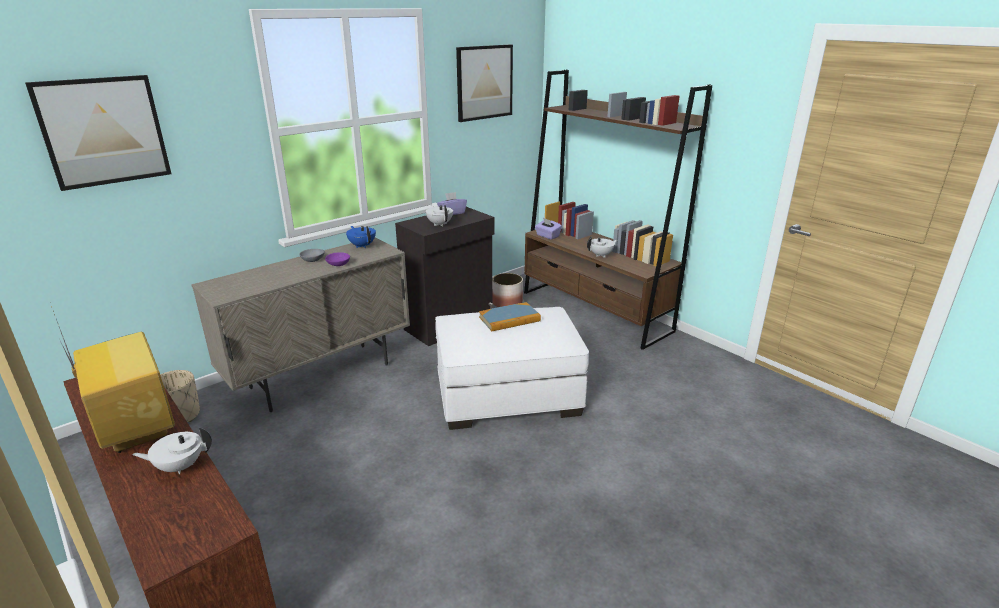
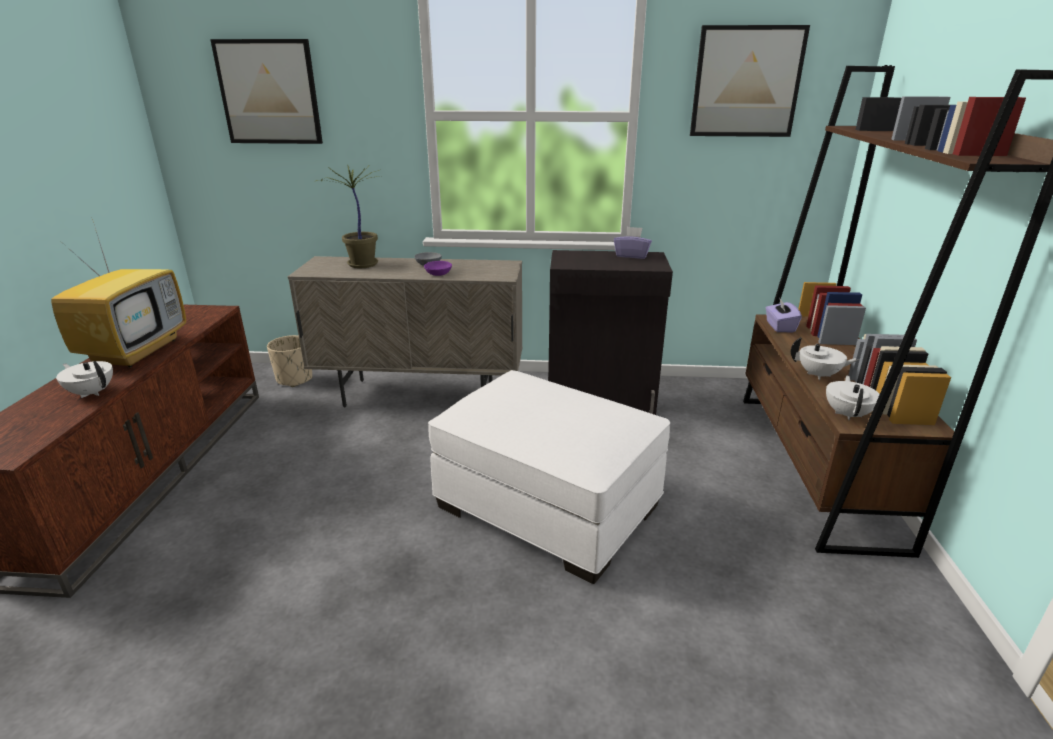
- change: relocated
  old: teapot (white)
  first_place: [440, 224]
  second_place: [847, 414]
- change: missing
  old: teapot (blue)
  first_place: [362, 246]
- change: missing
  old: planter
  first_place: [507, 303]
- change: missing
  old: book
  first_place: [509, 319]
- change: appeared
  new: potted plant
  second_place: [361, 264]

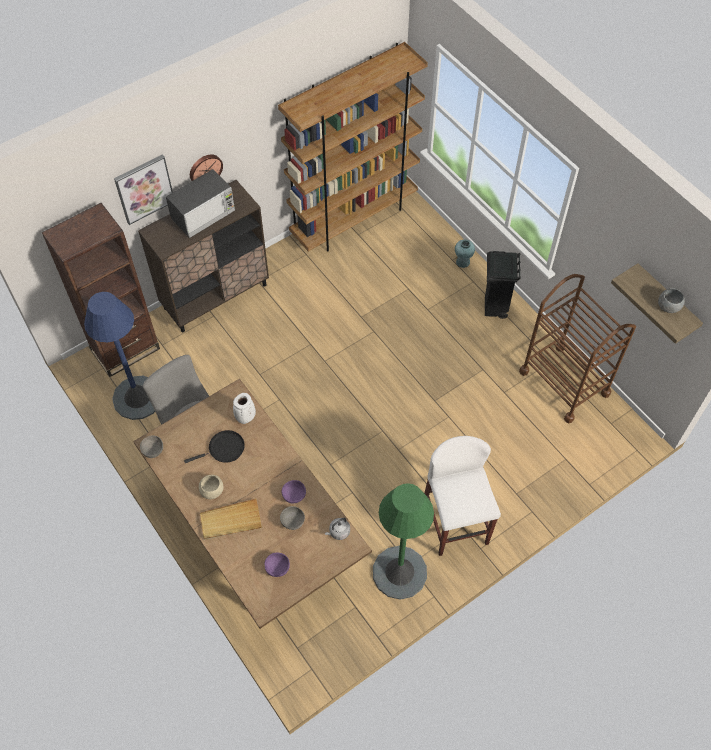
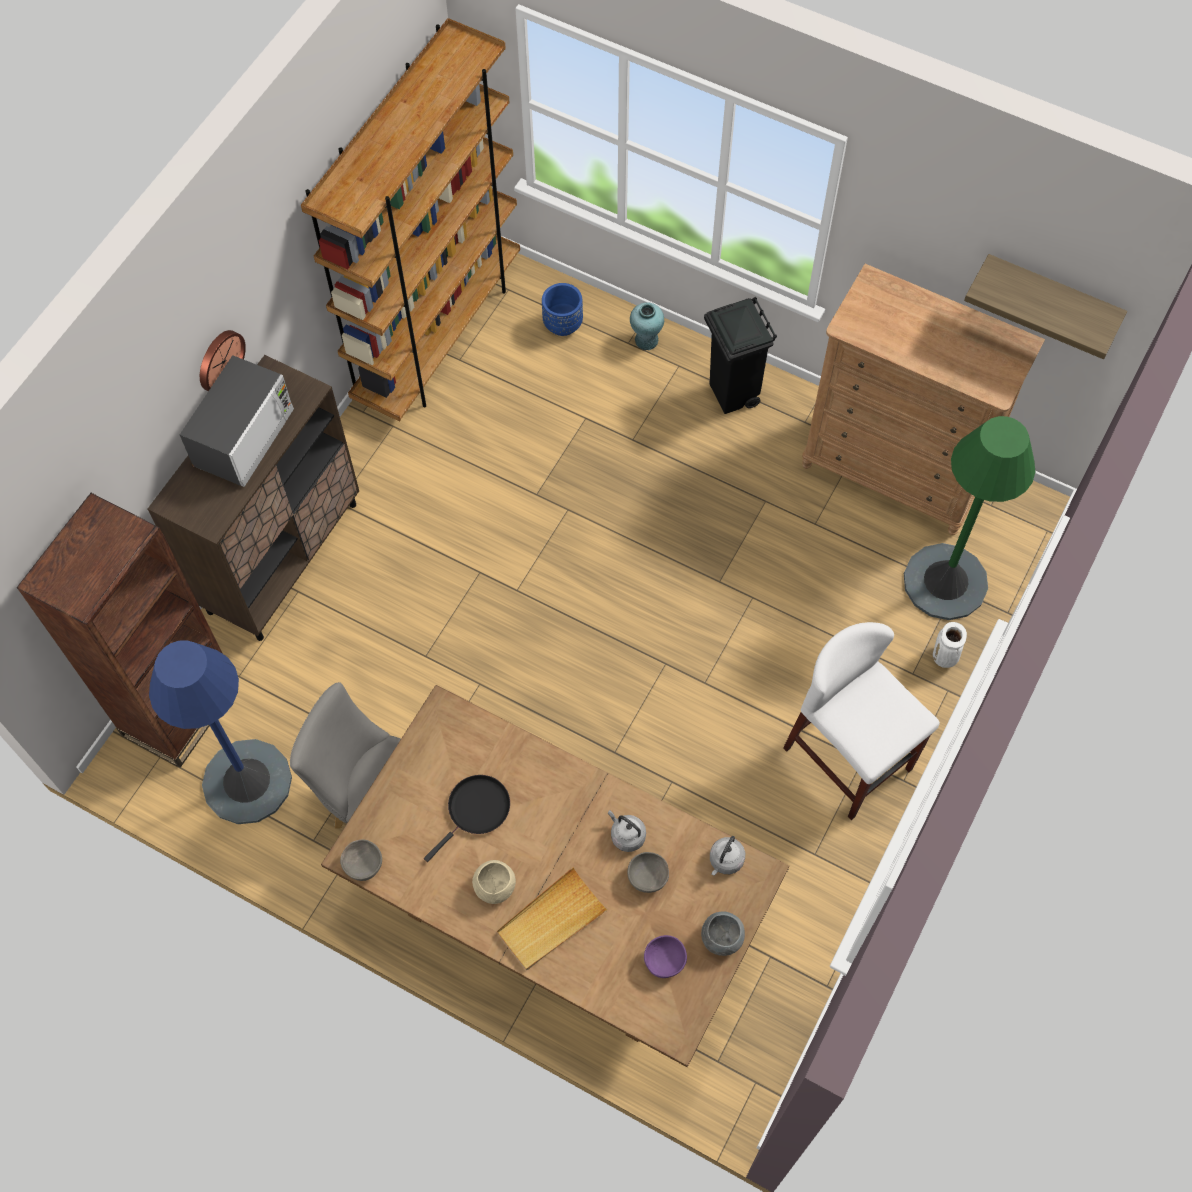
- change: missing
  old: picture
  first_place: [144, 189]
- change: exchanged
  old: cart (brown)
  new: dresser (brown)
  first_place: [564, 383]
  second_place: [894, 471]
- change: relocated
  old: bowl (grey)
  first_place: [668, 306]
  second_place: [721, 938]
- change: relocated
  old: vase (white)
  first_place: [245, 418]
  second_place: [944, 658]
- change: exchanged
  old: bowl (purple)
  new: kettle (grey)
  first_place: [294, 495]
  second_place: [626, 835]
- change: relocated
  old: floor lamp (green)
  first_place: [399, 572]
  second_place: [945, 582]
- change: appeared
  new: planter (blue)
  second_place: [563, 324]

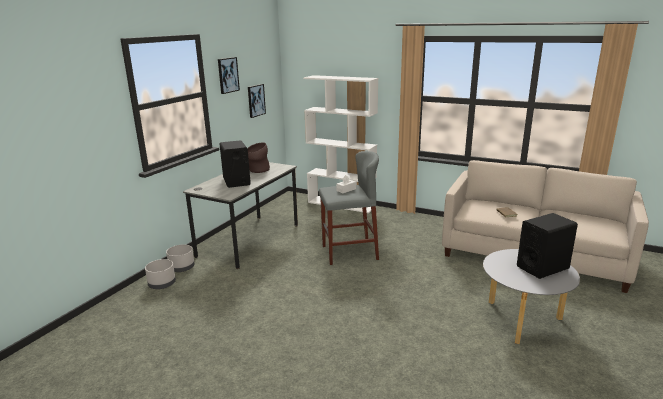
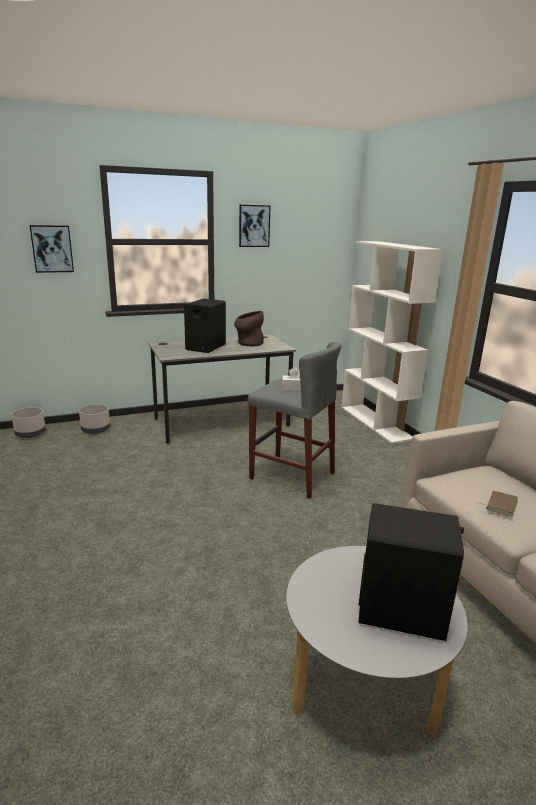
- change: relocated
  old: picture
  first_place: [256, 100]
  second_place: [52, 249]
- change: relocated
  old: planter (grey)
  first_place: [182, 268]
  second_place: [30, 433]

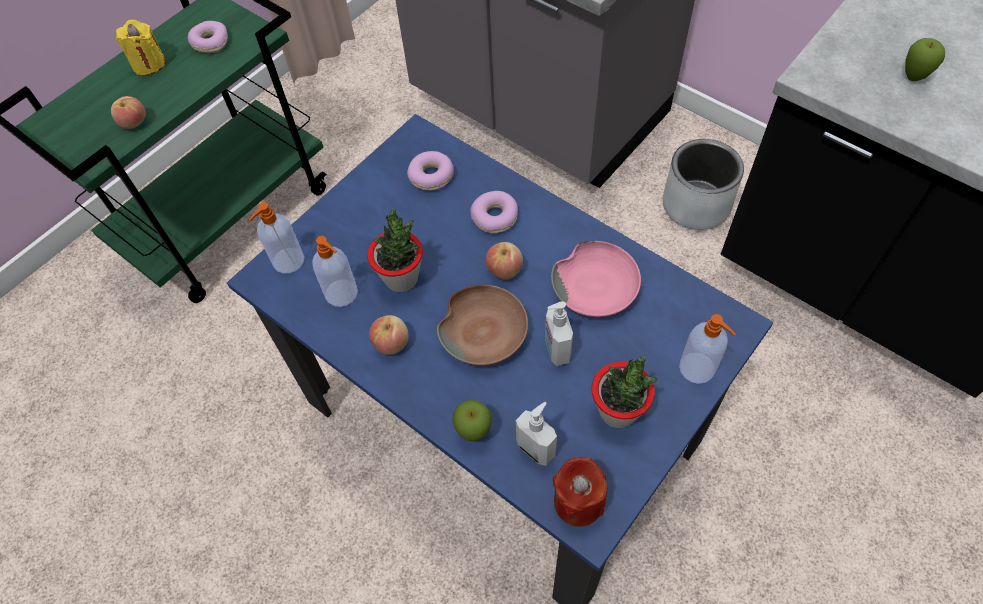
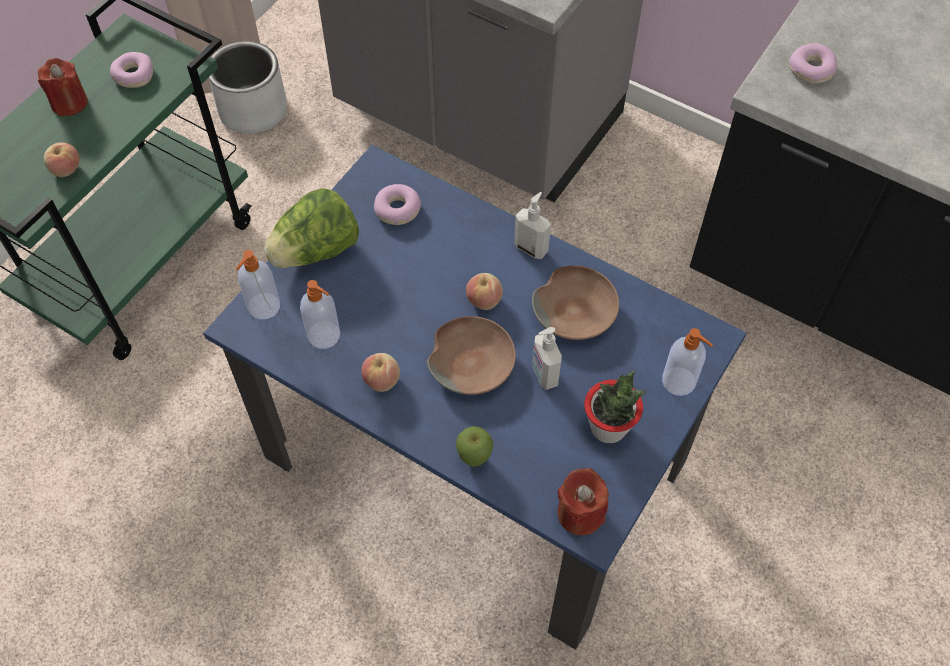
- change: colour
  old: candle (yellow)
  new: candle (red)
  first_place: [149, 64]
  second_place: [69, 103]
- change: missing
  old: apple
  first_place: [913, 78]
- change: relocated
  old: planter (grey)
  first_place: [696, 204]
  second_place: [253, 110]
- change: relocated
  old: donut
  first_place: [495, 217]
  second_place: [811, 70]
- change: missing
  old: potted plant
  first_place: [401, 278]
- change: colour
  old: bowl (pink)
  new: bowl (brown)
  first_place: [596, 287]
  second_place: [576, 311]
- change: relocated
  old: soap dispenser
  first_place: [536, 448]
  second_place: [531, 248]
- change: appeared
  new: lettuce
  second_place: [316, 251]

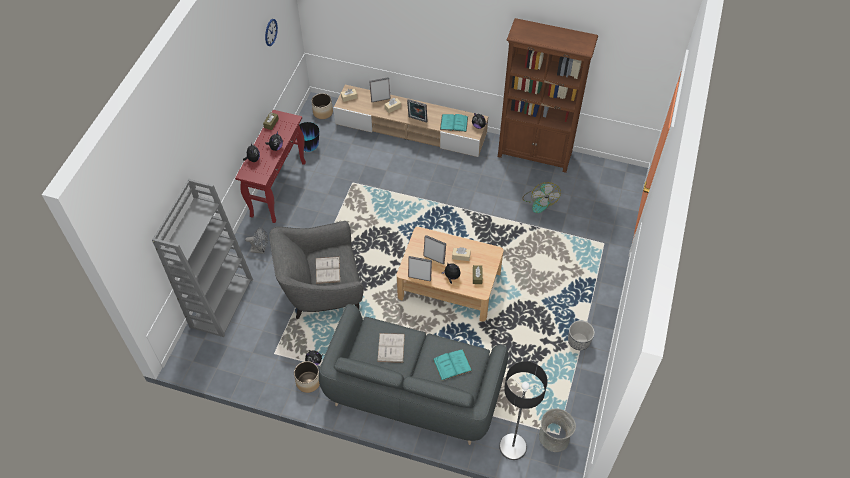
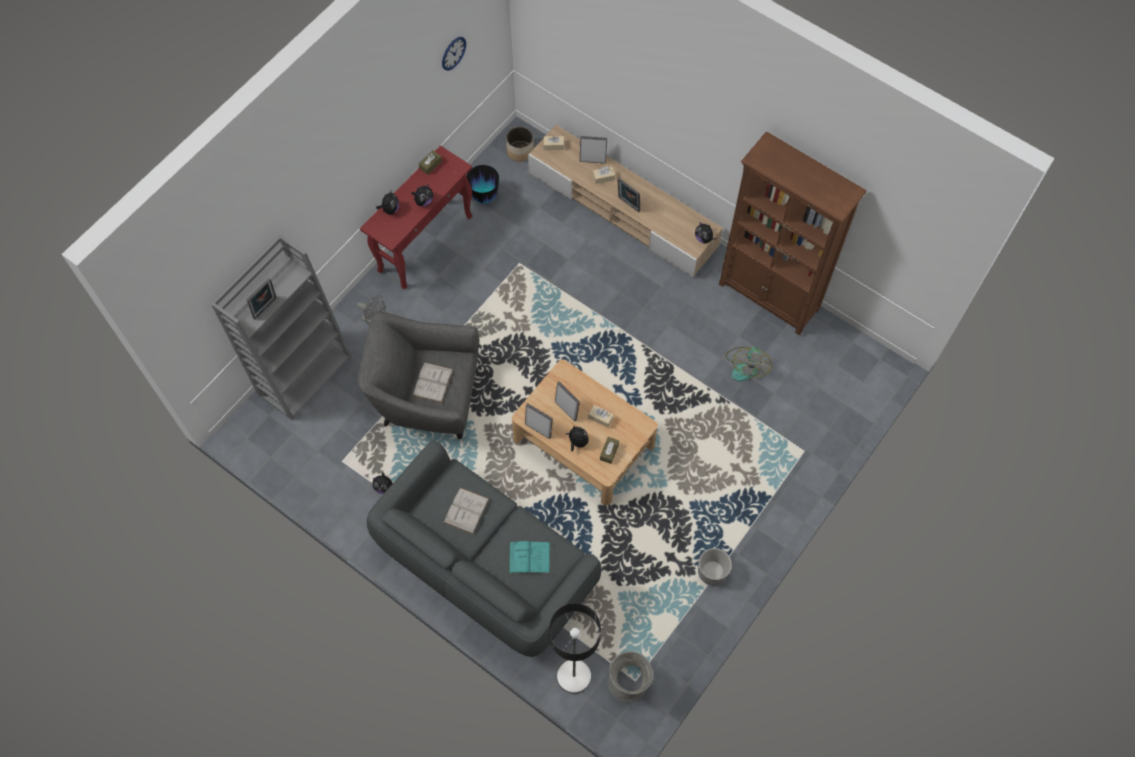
- change: missing
  old: book (turquoise)
  first_place: [454, 123]
- change: missing
  old: planter
  first_place: [308, 382]
- change: appeared
  new: picture frame
  second_place: [266, 309]

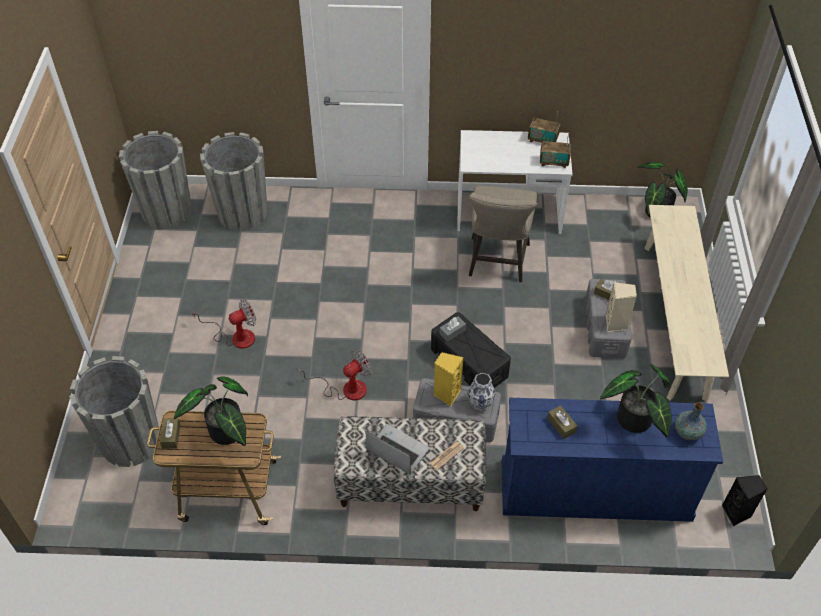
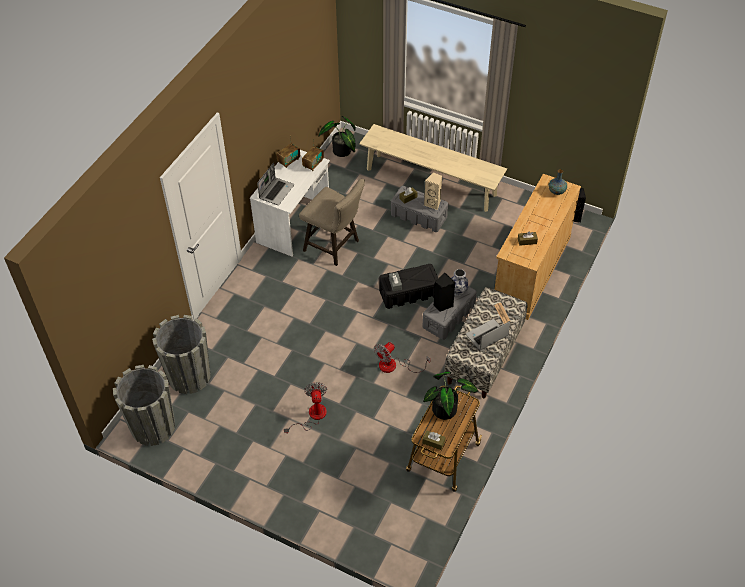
- change: spun
  old: fan
  first_place: [345, 389]
  second_place: [394, 366]
  degrees: -120
- change: colour
  old: speaker (yellow)
  new: speaker (black)
  first_place: [446, 393]
  second_place: [442, 305]
- change: missing
  old: planter (grey)
  first_place: [131, 441]
- change: missing
  old: potted plant
  first_place: [634, 422]
- change: colour
  old: dresser (blue)
  new: dresser (beige)
  first_place: [594, 490]
  second_place: [531, 271]
- change: appeared
  new: laptop
  second_place: [276, 191]

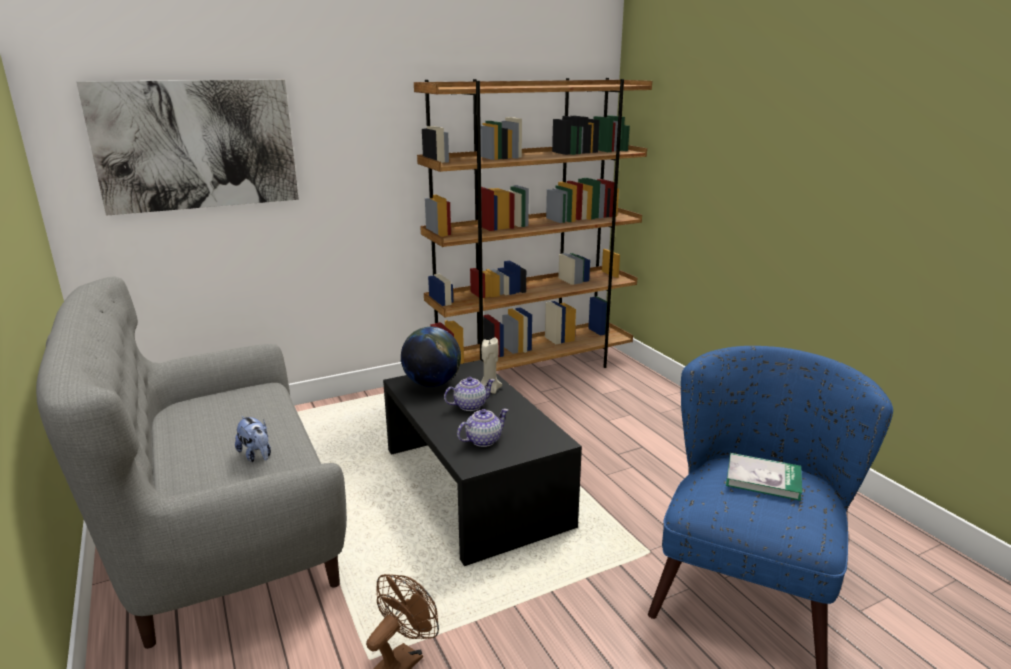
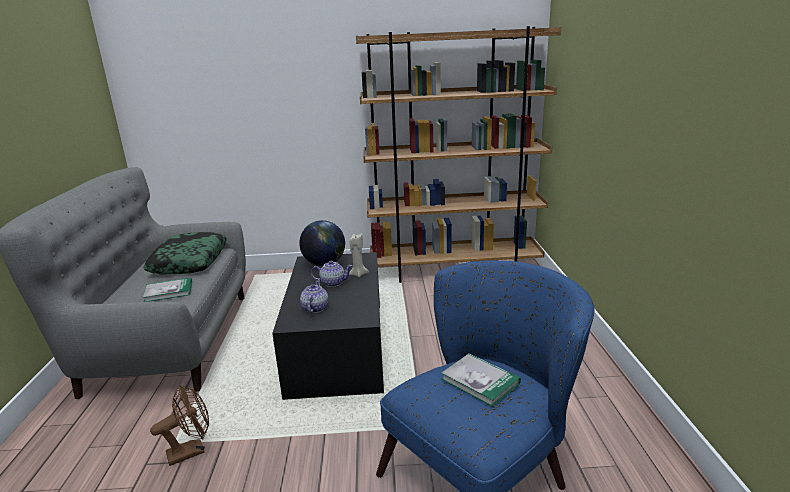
- change: missing
  old: picture
  first_place: [197, 145]
- change: spun
  old: teapot
  first_place: [482, 440]
  second_place: [315, 308]
  degrees: -75
- change: exchanged
  old: plush toy
  new: book
  first_place: [256, 455]
  second_place: [168, 291]
- change: appeared
  new: pillow
  second_place: [189, 261]

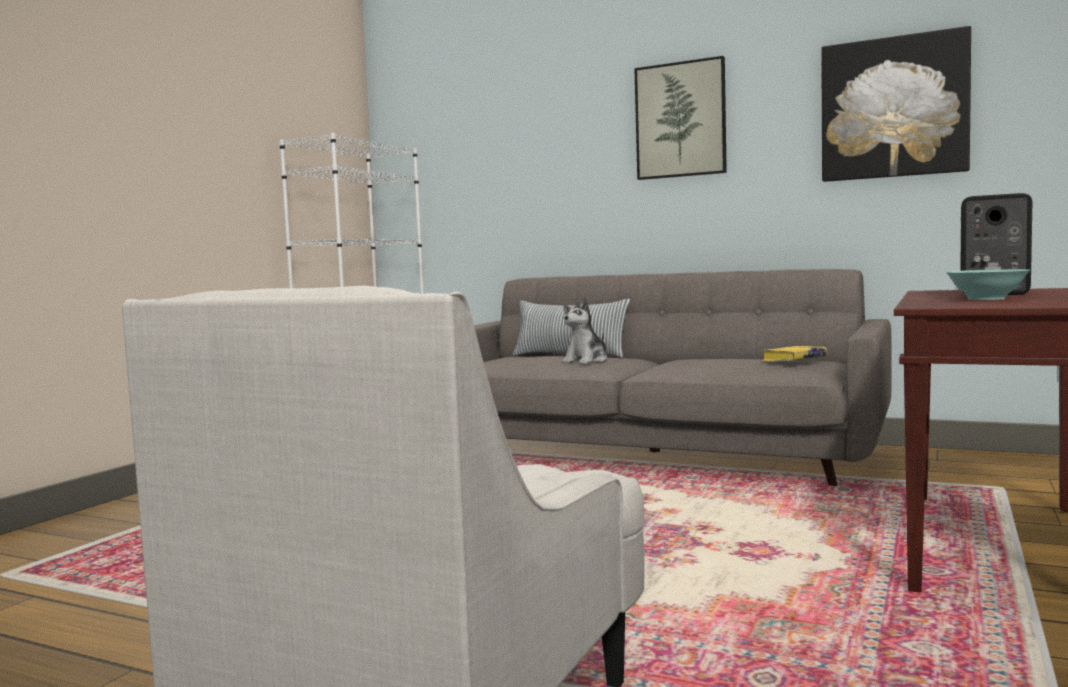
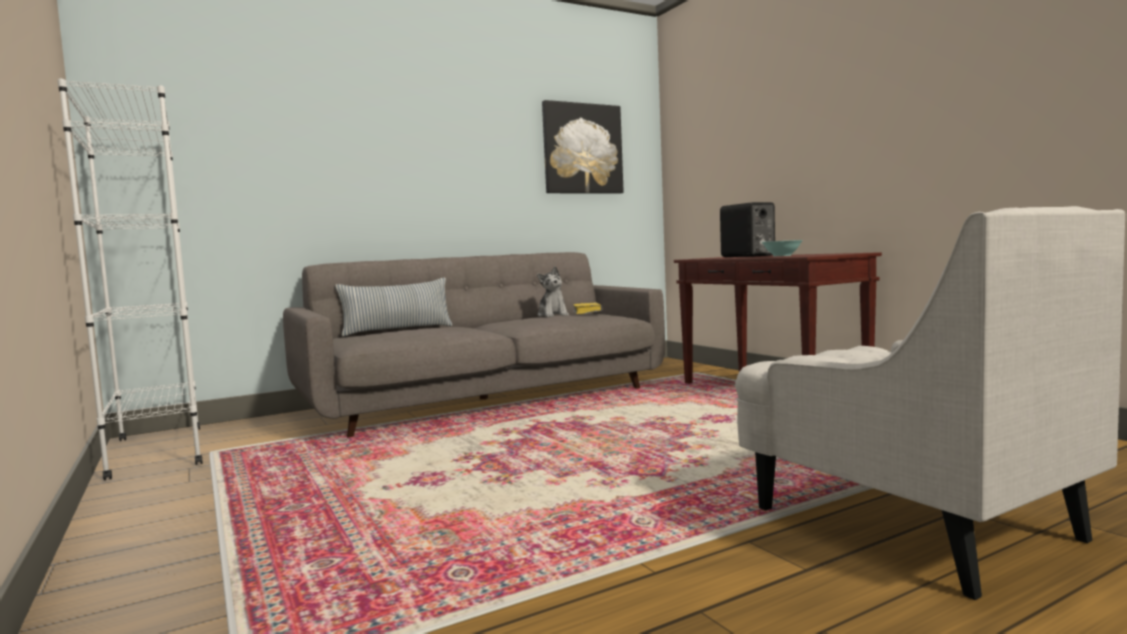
- change: missing
  old: picture
  first_place: [680, 120]
- change: relocated
  old: plush toy
  first_place: [586, 361]
  second_place: [553, 315]

